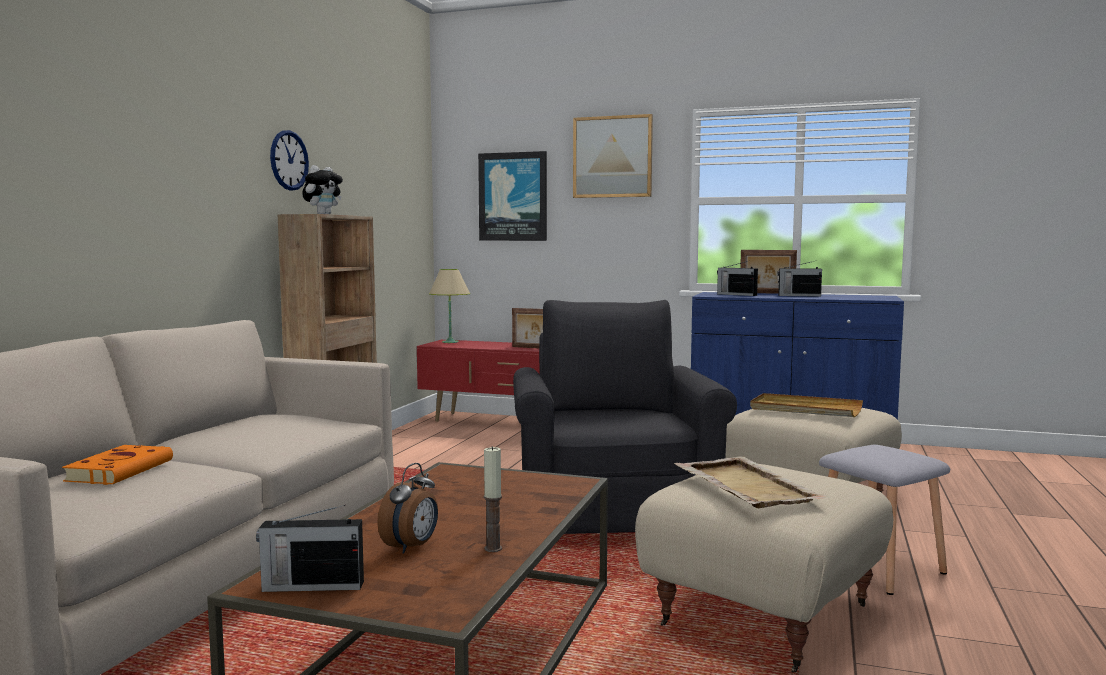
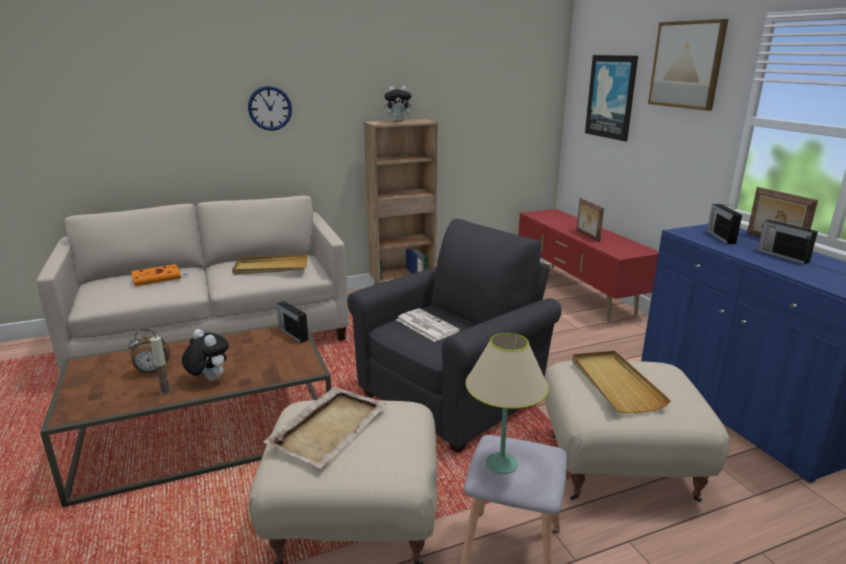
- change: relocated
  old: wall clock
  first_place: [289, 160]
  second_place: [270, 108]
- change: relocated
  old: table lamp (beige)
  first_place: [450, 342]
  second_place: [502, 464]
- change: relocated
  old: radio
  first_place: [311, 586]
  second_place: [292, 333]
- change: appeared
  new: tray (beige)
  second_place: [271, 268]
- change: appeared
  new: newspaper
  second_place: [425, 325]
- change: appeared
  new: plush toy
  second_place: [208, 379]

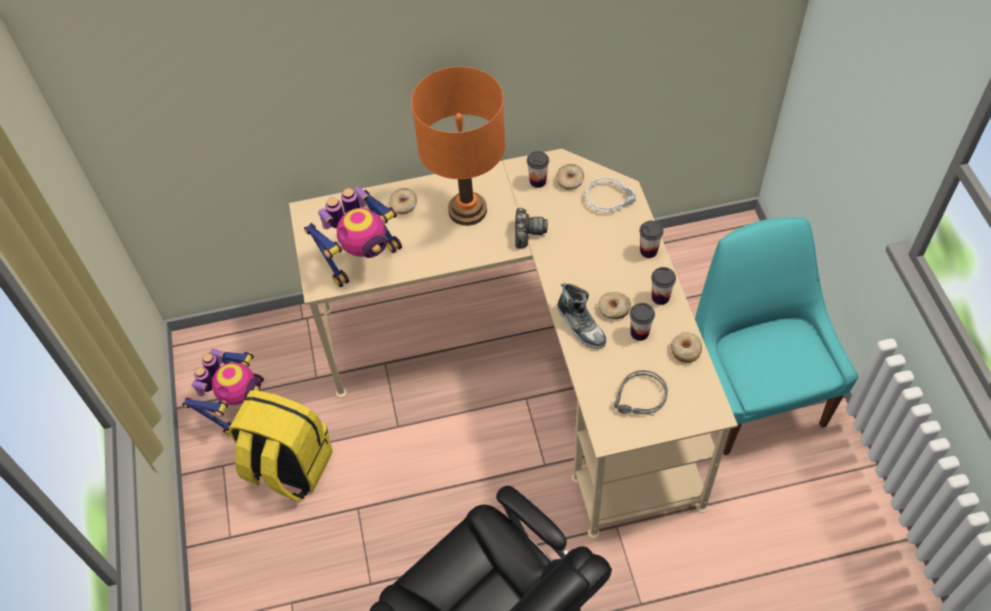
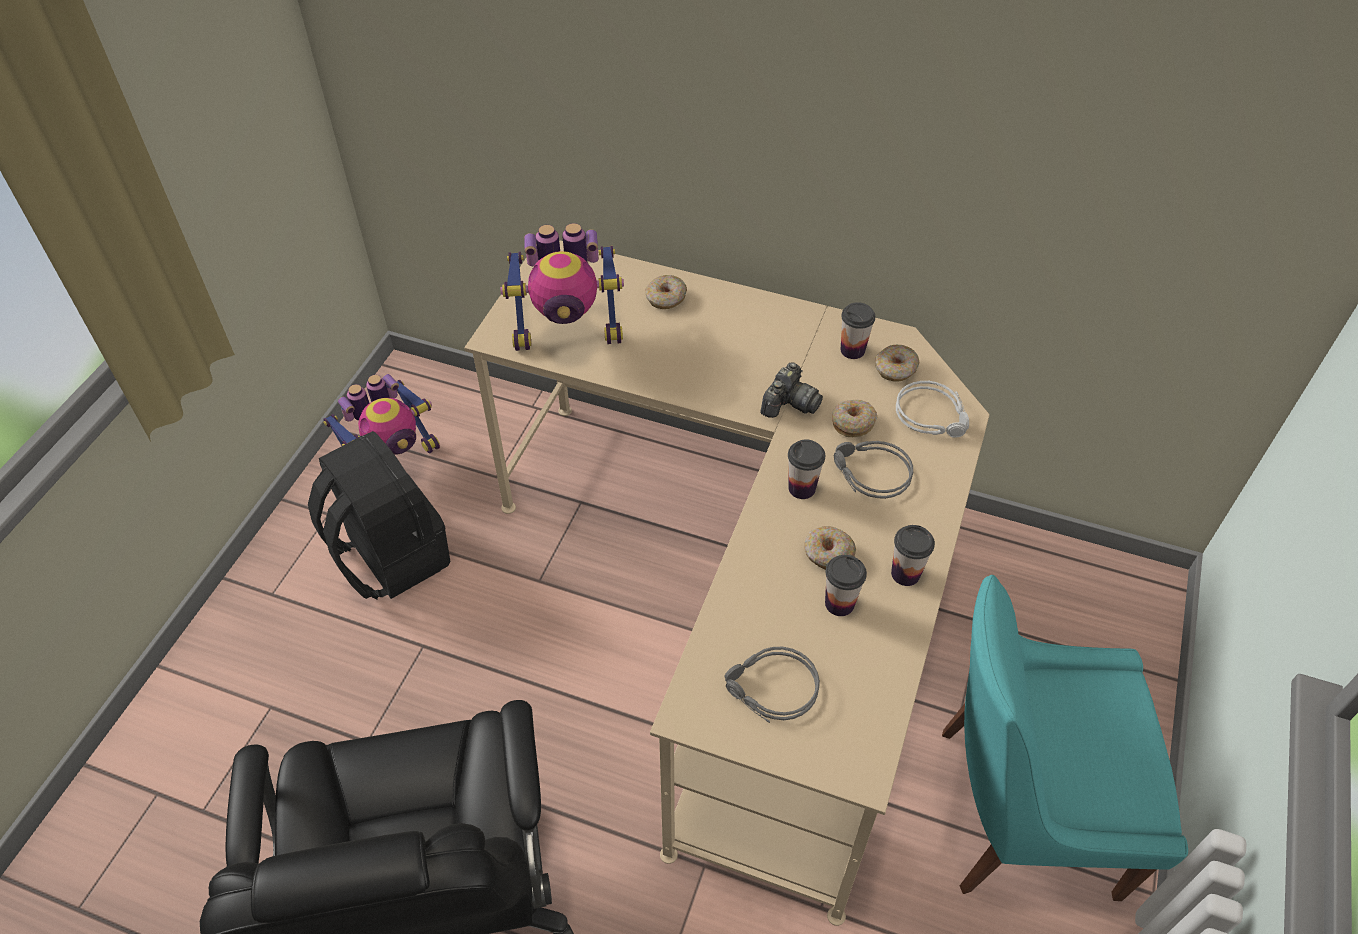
- change: missing
  old: table lamp (orange)
  first_place: [467, 210]
- change: spun
  old: chair (turquoise)
  first_place: [753, 395]
  second_place: [1017, 810]
  degrees: -105
- change: relocated
  old: cup
  first_place: [648, 251]
  second_place: [802, 488]
- change: missing
  old: shoe
  first_place: [581, 325]
- change: relocated
  old: donut
  first_place: [685, 350]
  second_place: [852, 423]
- change: colour
  old: backpack (yellow)
  new: backpack (black)
  first_place: [288, 467]
  second_place: [389, 556]
- change: appeared
  new: headphones (grey)
  second_place: [869, 474]

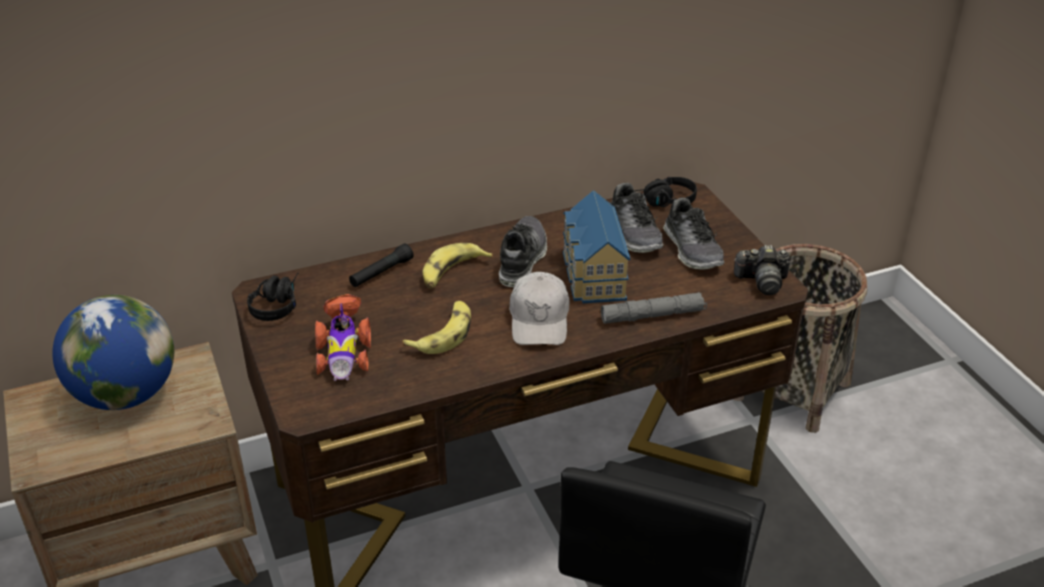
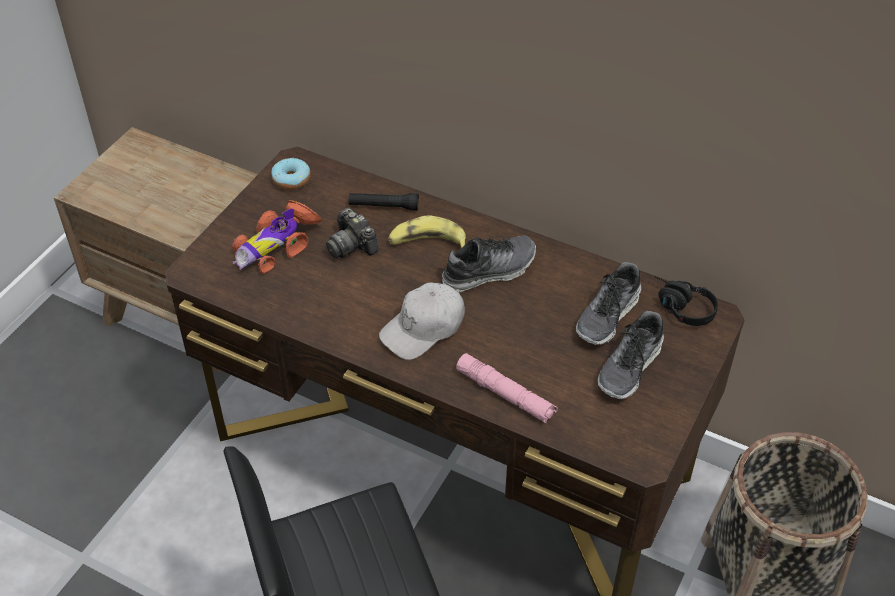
- change: missing
  old: toy house
  first_place: [591, 275]
- change: relocated
  old: photo camera
  first_place: [762, 281]
  second_place: [352, 245]
- change: exchanged
  old: headphones (black)
  new: donut
  first_place: [277, 303]
  second_place: [291, 180]
- change: colour
  old: flashlight (grey)
  new: flashlight (pink)
  first_place: [653, 315]
  second_place: [505, 394]
- change: missing
  old: globe
  first_place: [126, 395]
- change: missing
  old: banana
  first_place: [443, 334]

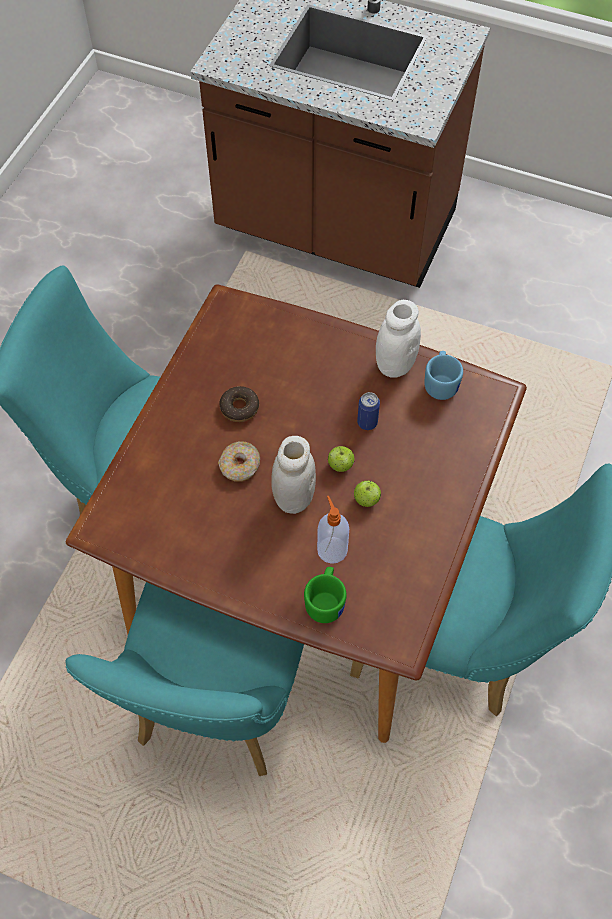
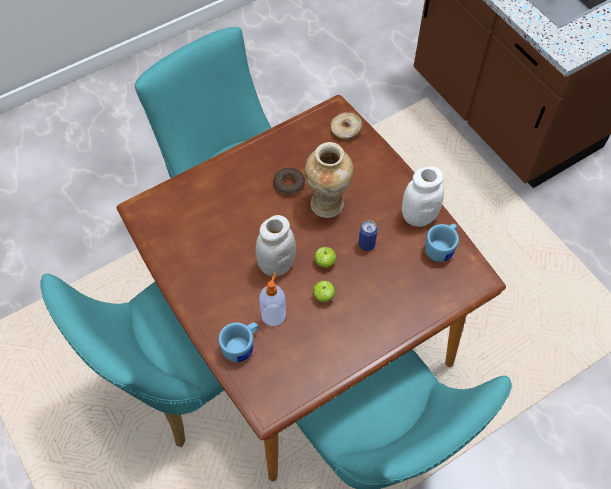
- change: relocated
  old: donut
  first_place: [240, 466]
  second_place: [346, 130]
- change: colour
  old: mug (green)
  new: mug (blue)
  first_place: [326, 601]
  second_place: [242, 346]
- change: appeared
  new: vase
  second_place: [327, 205]

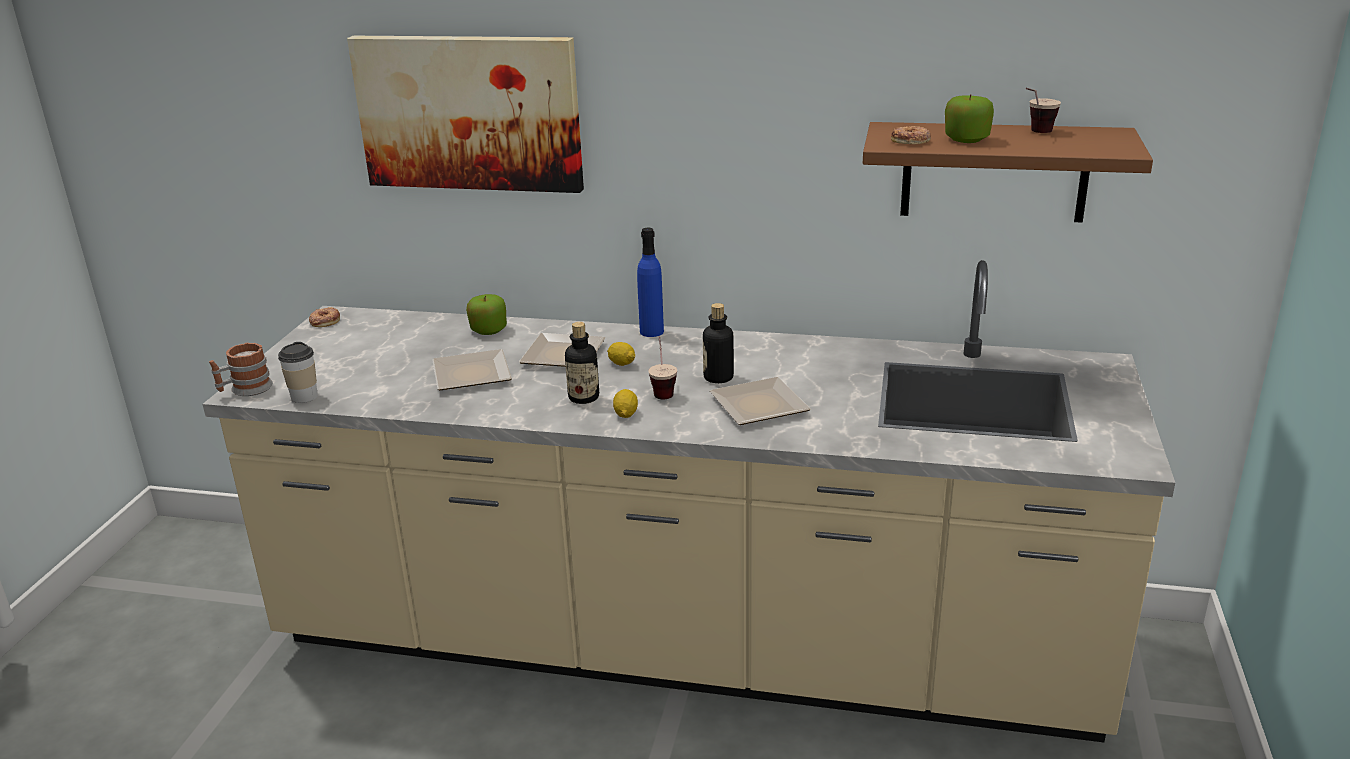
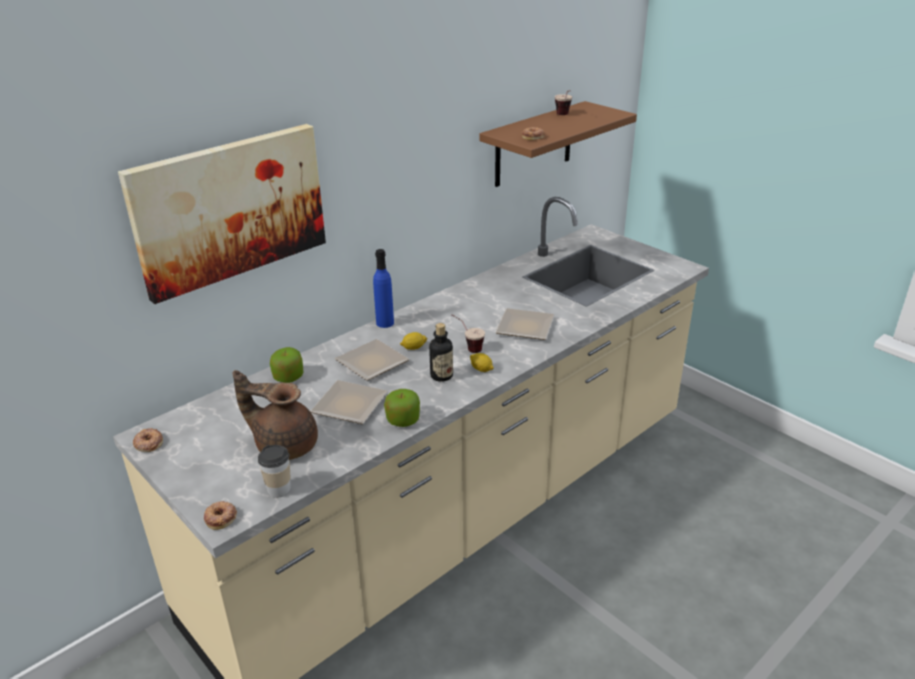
- change: relocated
  old: apple
  first_place: [966, 139]
  second_place: [403, 420]
- change: missing
  old: bottle
  first_place: [718, 377]
- change: exchanged
  old: mug
  new: donut
  first_place: [245, 390]
  second_place: [221, 517]
- change: appeared
  new: teapot (brown)
  second_place: [284, 444]

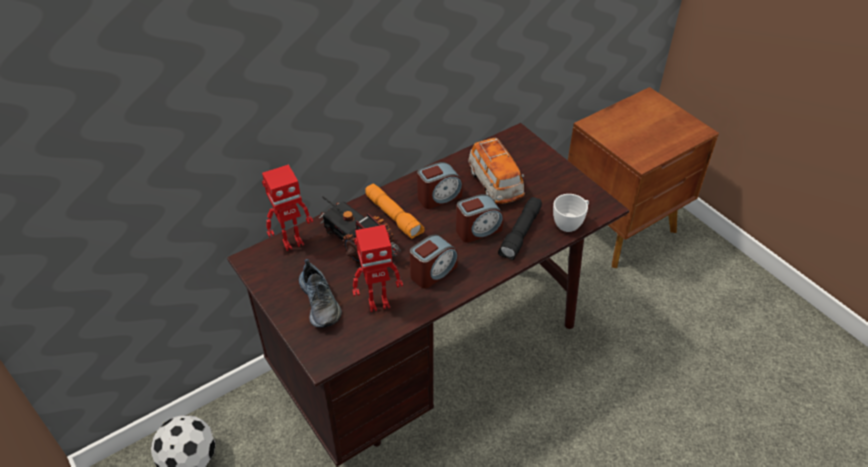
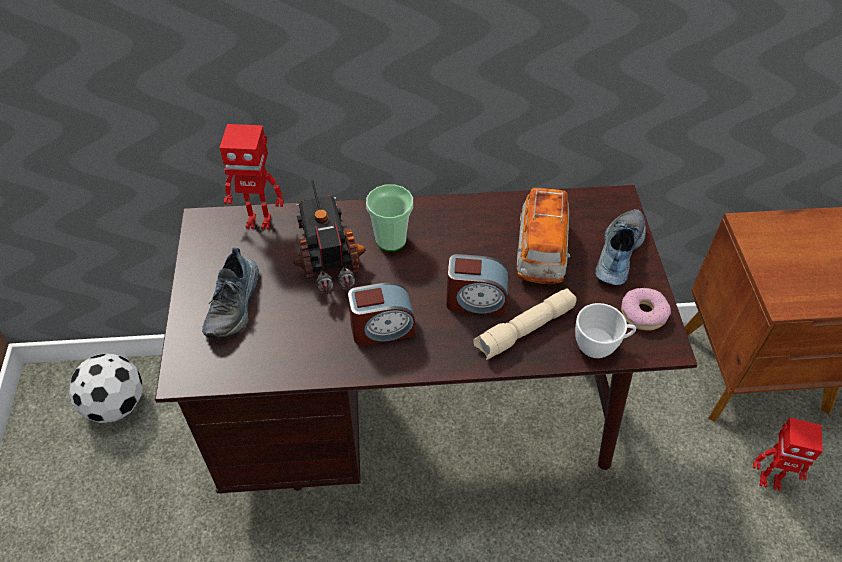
- change: missing
  old: alarm clock
  first_place: [439, 197]
- change: exchanged
  old: flashlight (orange)
  new: cup
  first_place: [394, 216]
  second_place: [391, 240]
- change: colour
  old: flashlight (black)
  new: flashlight (beige)
  first_place: [521, 234]
  second_place: [525, 331]
- change: relocated
  old: toy robot
  first_place: [378, 303]
  second_place: [769, 480]
- change: appeared
  new: shoe
  second_place: [617, 253]
- change: appeared
  new: donut
  second_place: [643, 314]

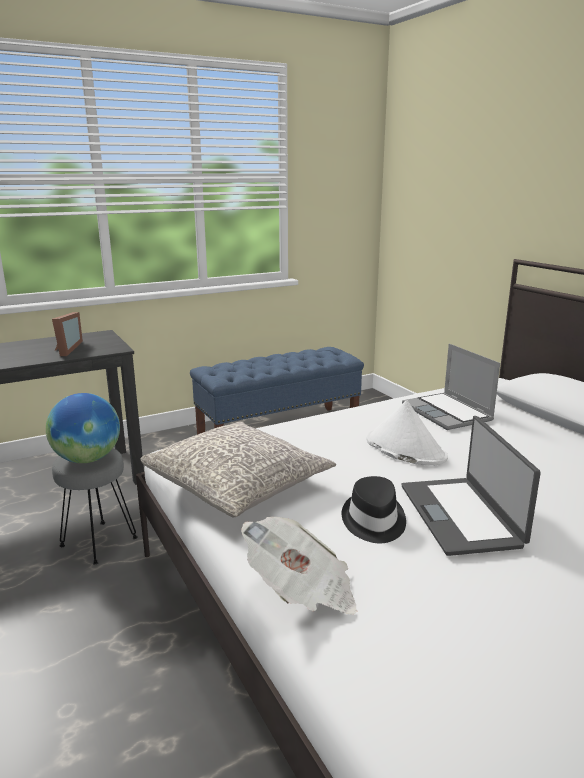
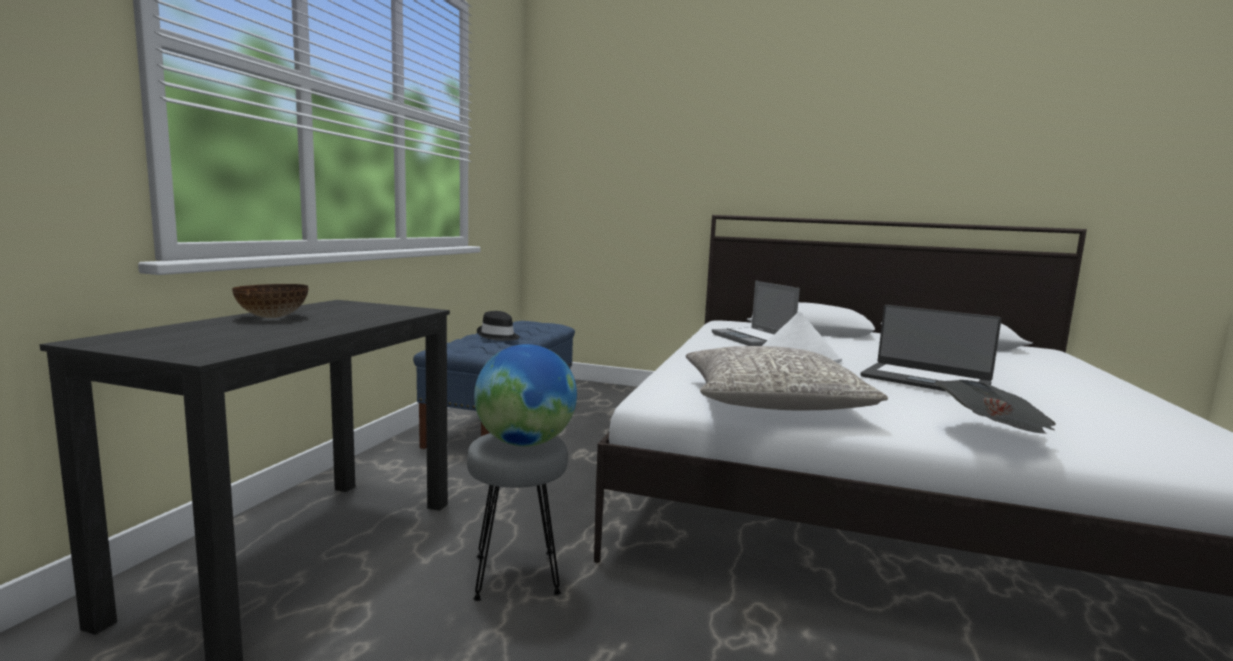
- change: missing
  old: picture frame
  first_place: [65, 349]
- change: spun
  old: laptop
  first_place: [448, 413]
  second_place: [753, 339]
  degrees: 45
- change: relocated
  old: hat (black)
  first_place: [373, 521]
  second_place: [498, 336]
- change: appeared
  new: bowl
  second_place: [272, 317]

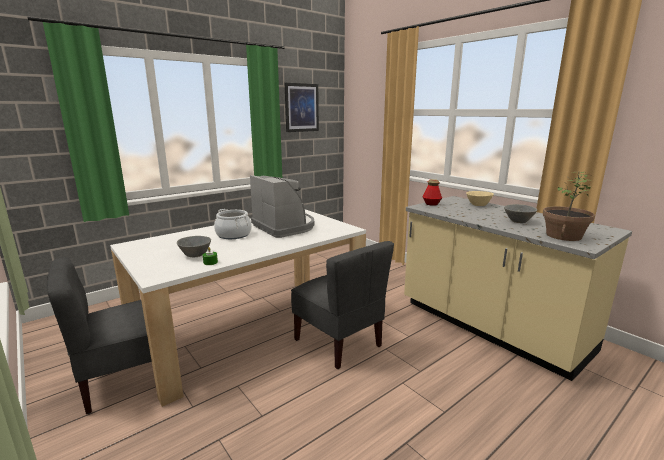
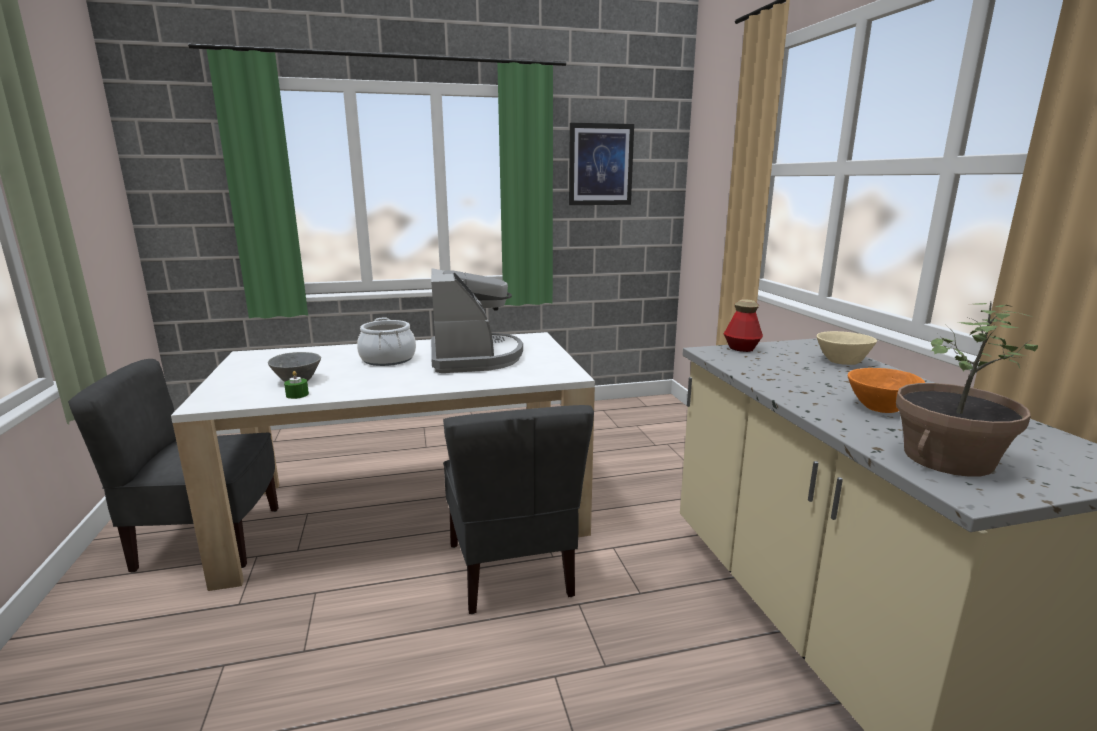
- change: colour
  old: bowl (grey)
  new: bowl (orange)
  first_place: [517, 221]
  second_place: [878, 407]

